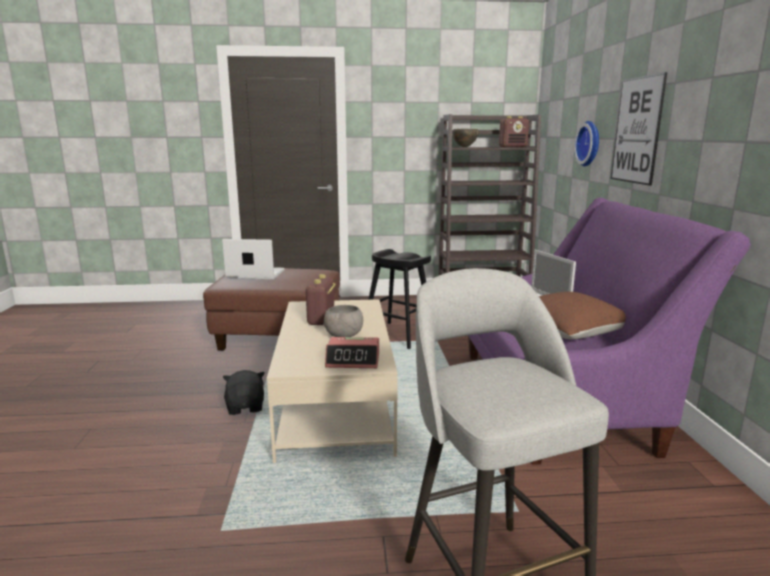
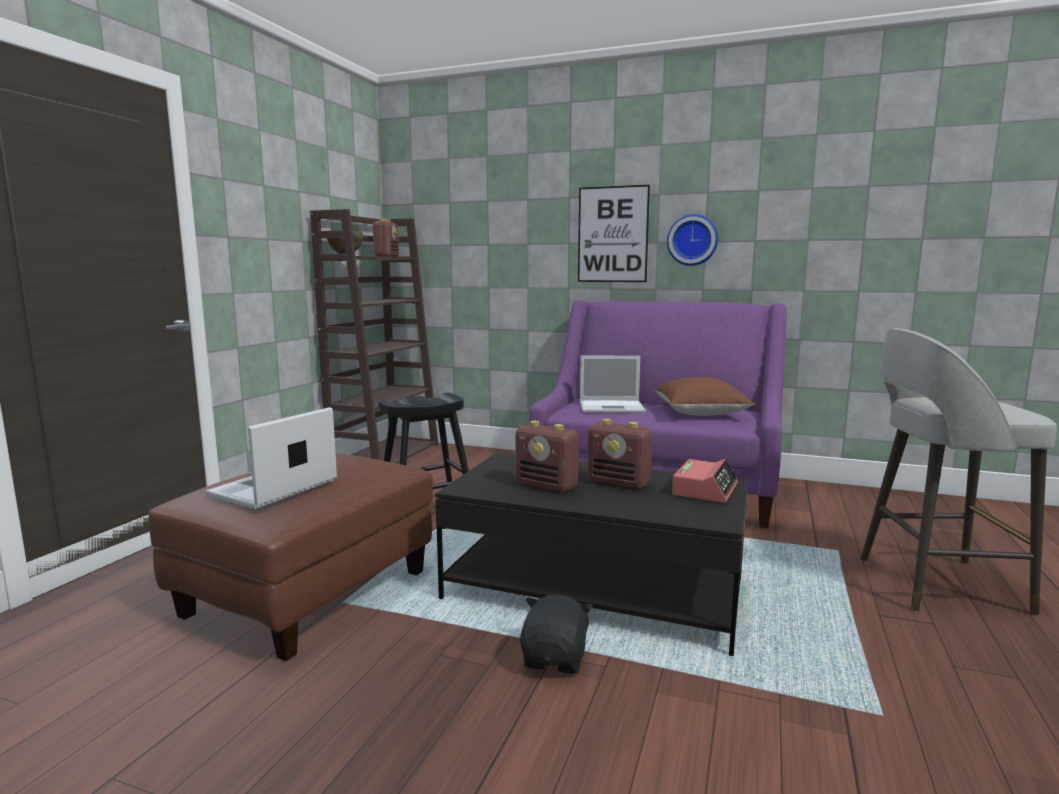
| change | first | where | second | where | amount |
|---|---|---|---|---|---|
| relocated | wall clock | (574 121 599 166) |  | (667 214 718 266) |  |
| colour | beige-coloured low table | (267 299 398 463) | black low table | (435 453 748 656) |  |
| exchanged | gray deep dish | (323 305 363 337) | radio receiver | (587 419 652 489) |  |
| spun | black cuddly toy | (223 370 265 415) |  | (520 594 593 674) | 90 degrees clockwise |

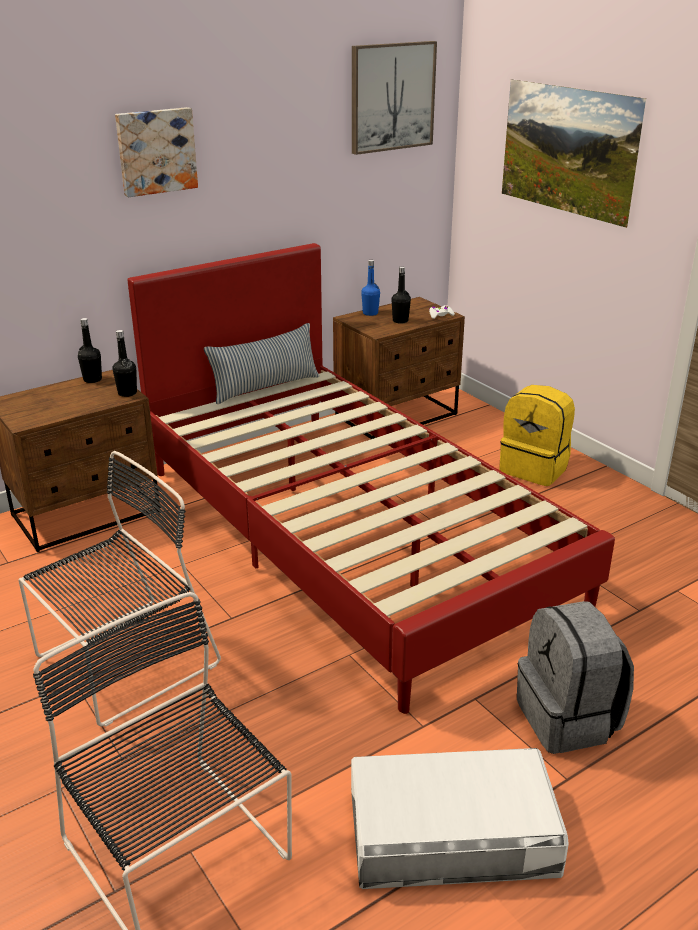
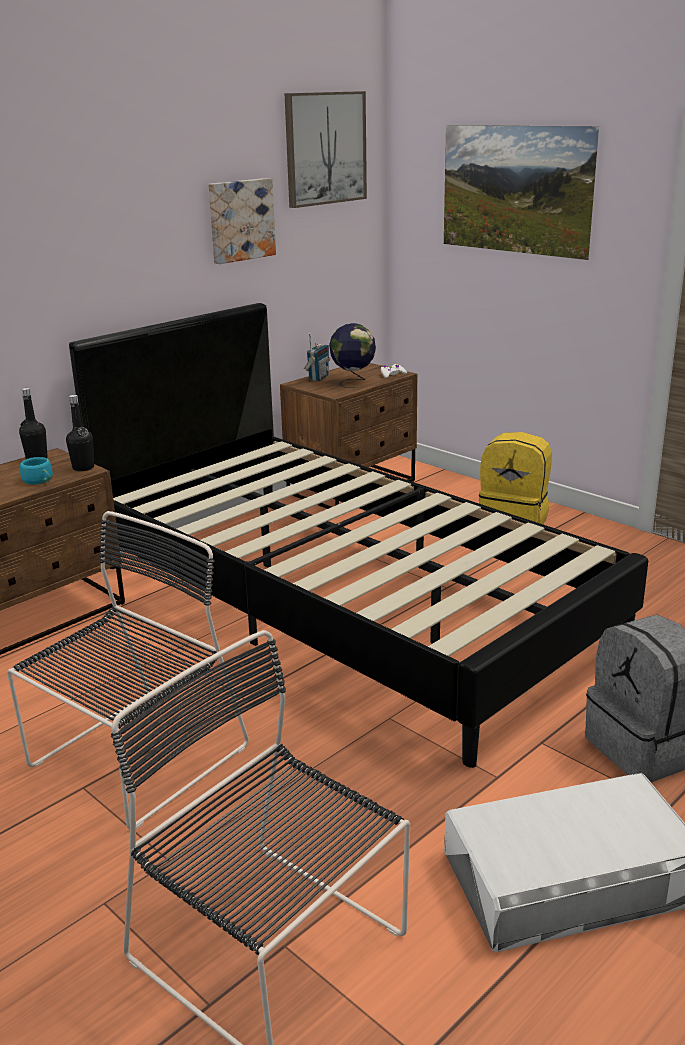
| change | first | where | second | where | amount |
|---|---|---|---|---|---|
| relocated | wall picture | (115 107 198 197) |  | (208 178 276 264) |  |
| colour | red bedroom bed | (128 243 615 714) | black bedroom bed | (69 303 648 768) |  |
| exchanged | blue-coloured beverage bottle | (361 260 380 316) | radio receiver | (304 333 330 381) |  |
| exchanged | black beverage bottle | (392 266 411 324) | world globe | (329 323 376 388) |  |
| missing | cushion | (204 323 319 404) |  |  |  |
| appeared |  |  | blue-green cup | (20 457 53 484) |  |

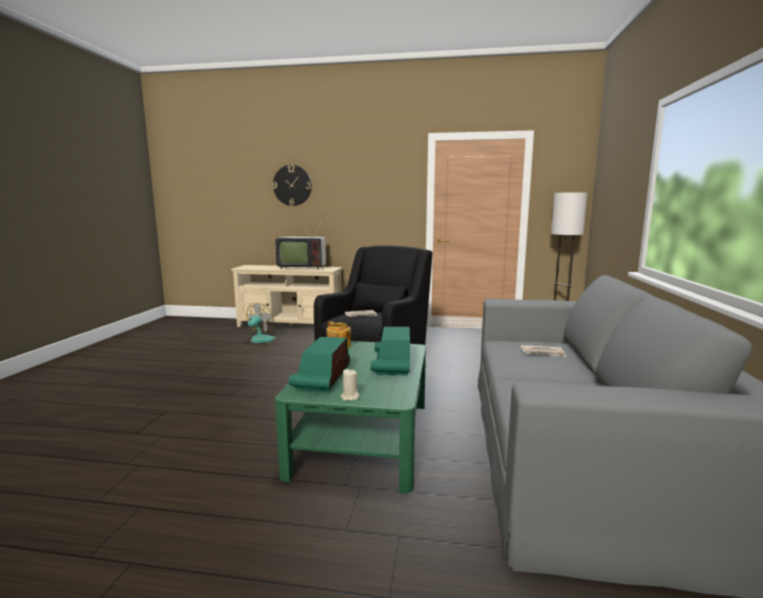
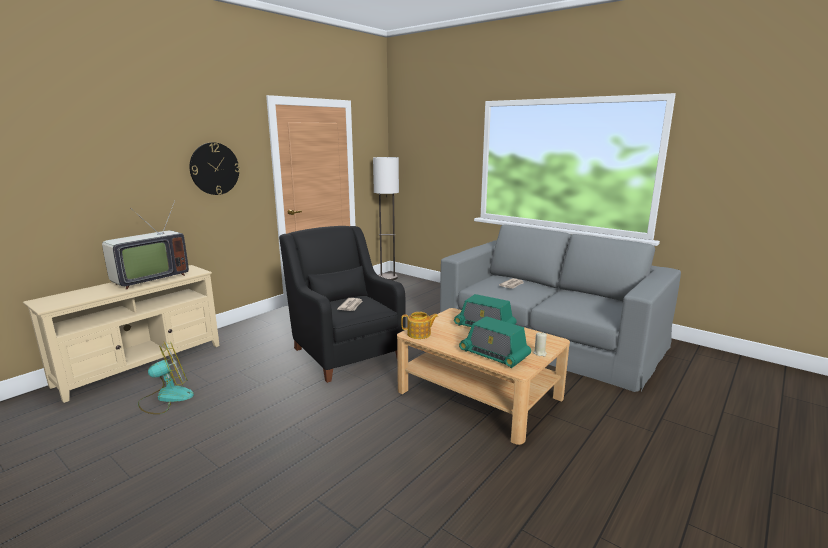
| change | first | where | second | where | amount |
|---|---|---|---|---|---|
| relocated | wall clock | (273 165 312 206) |  | (190 142 240 195) |  |
| spun | electric fan | (243 303 275 347) |  | (138 341 194 414) | 90 degrees clockwise |
| colour | greenish low table | (275 341 426 494) | beige-coloured low table | (397 308 570 445) |  |

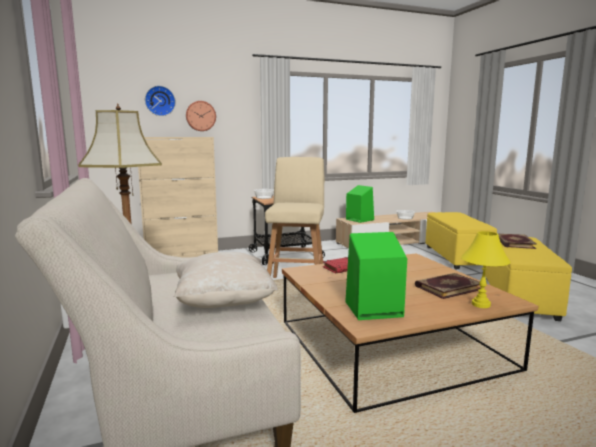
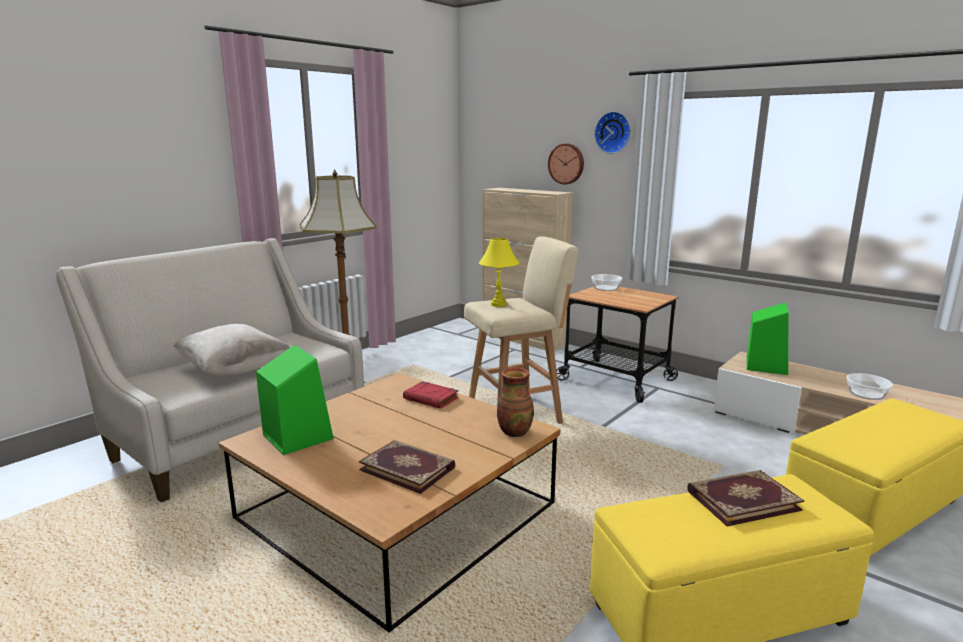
| change | first | where | second | where | amount |
|---|---|---|---|---|---|
| relocated | wall clock | (145 86 176 116) |  | (594 111 631 154) |  |
| relocated | yellow-coloured lamp for a table | (461 231 510 308) |  | (479 238 519 307) |  |
| appeared |  |  | decorative vase | (497 368 534 437) |  |

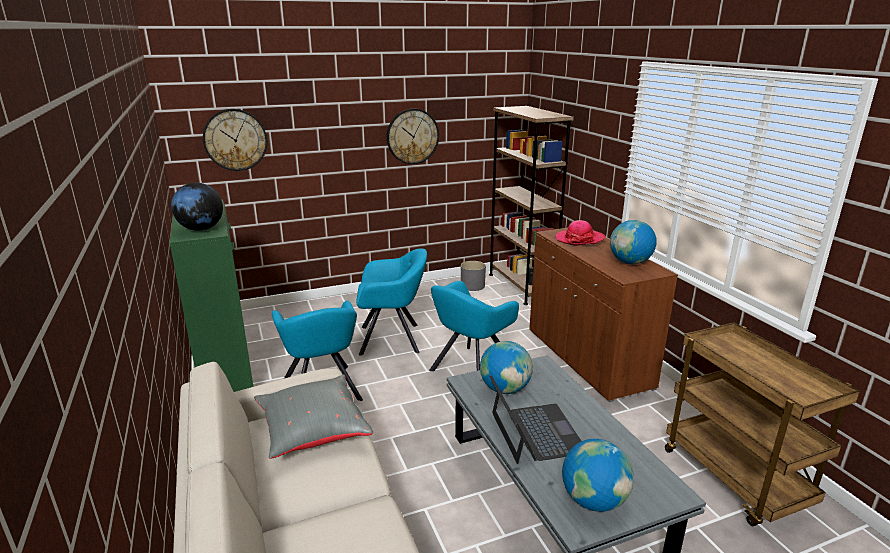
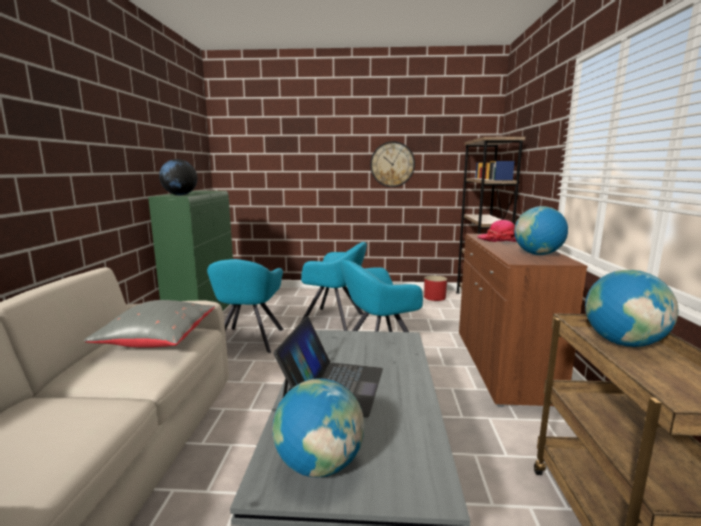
| change | first | where | second | where | amount |
|---|---|---|---|---|---|
| missing | wall clock | (203 109 267 171) |  |  |  |
| colour | gray plant pot | (461 261 486 291) | red plant pot | (424 276 447 301) |  |
| relocated | world globe | (480 341 533 394) |  | (585 270 678 347) |  |

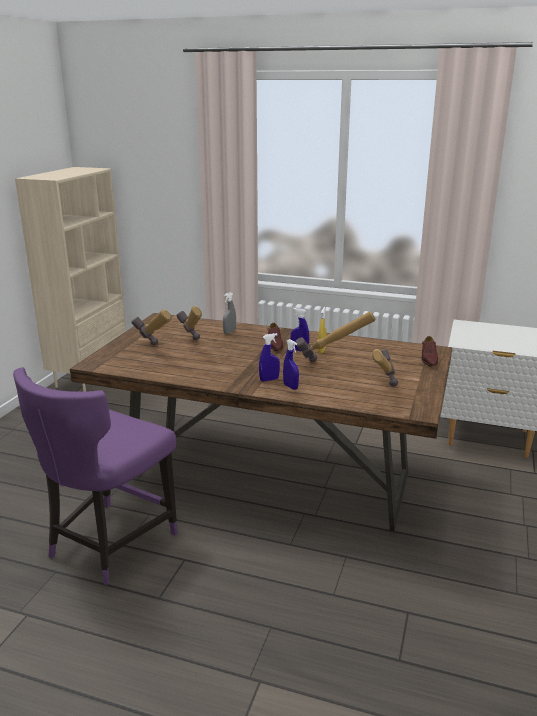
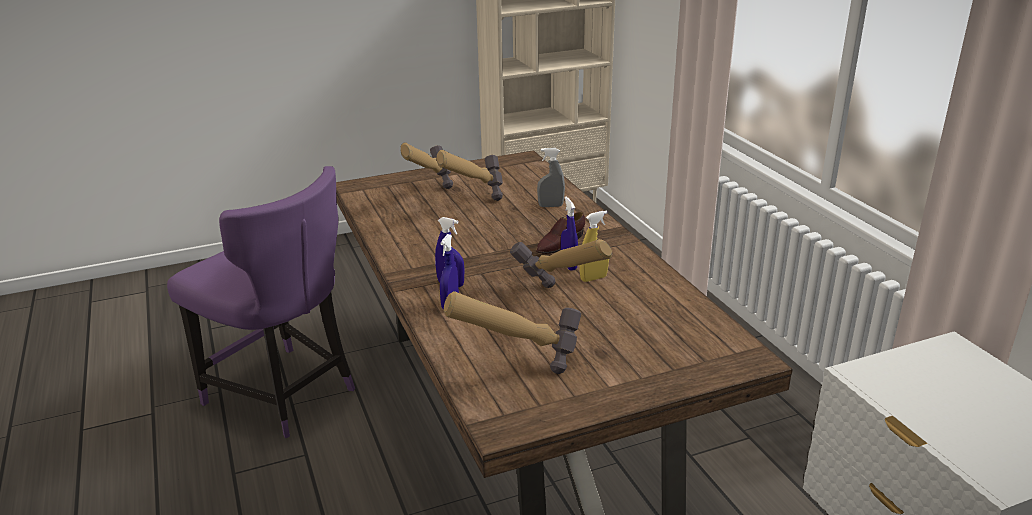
| change | first | where | second | where | amount |
|---|---|---|---|---|---|
| missing | brown-coloured shoe | (422 336 438 366) |  |  |  |
| spun | purplish upright chair | (13 367 178 585) |  | (167 166 355 438) | 135 degrees counterclockwise |

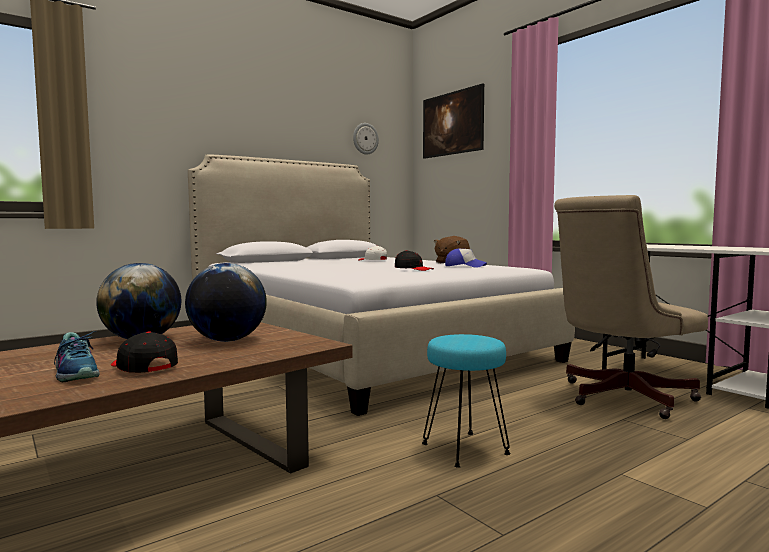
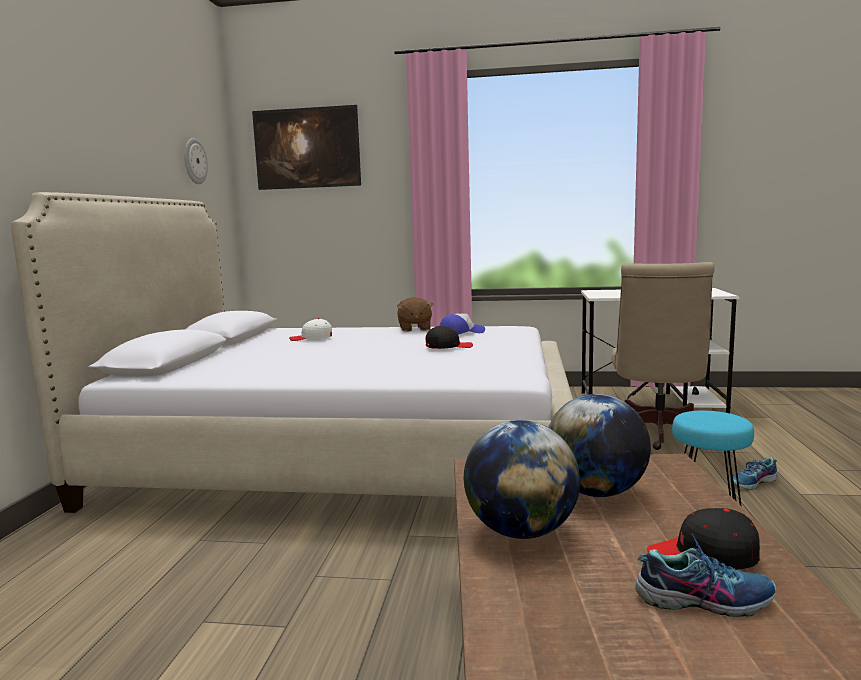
| change | first | where | second | where | amount |
|---|---|---|---|---|---|
| appeared |  |  | shoe | (730 457 778 490) |  |

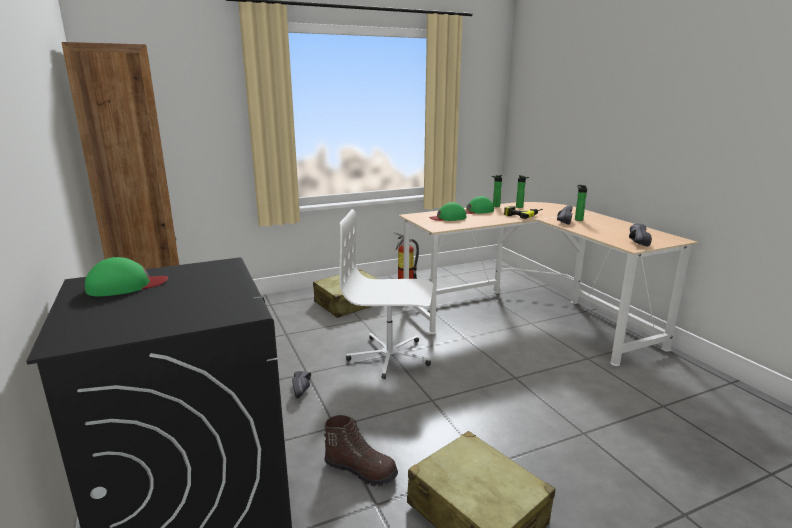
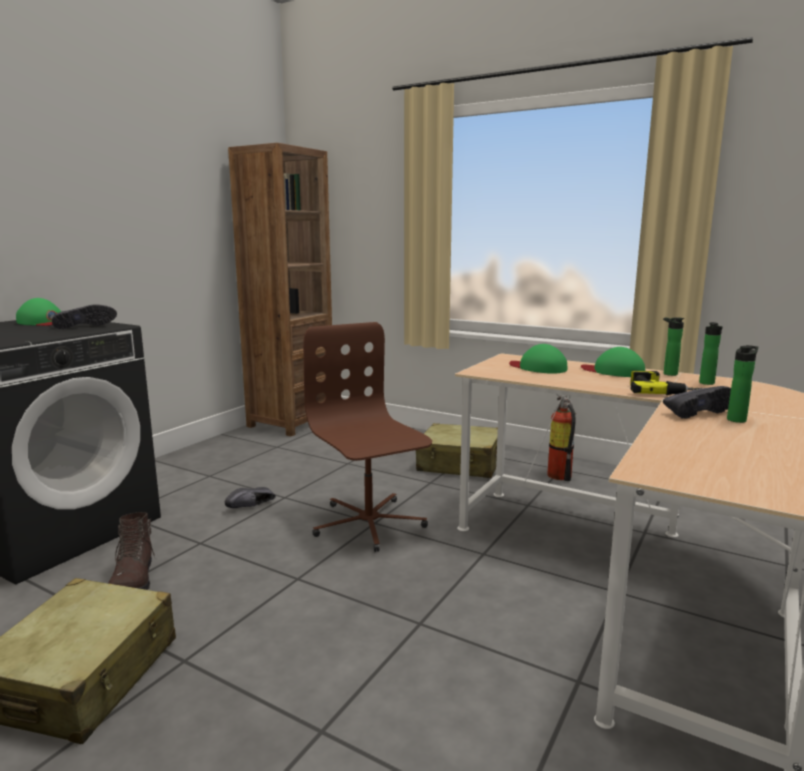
| change | first | where | second | where | amount |
|---|---|---|---|---|---|
| colour | whitish desk chair | (340 209 433 379) | brown-coloured desk chair | (303 322 432 552) |  |
| relocated | black shoe | (629 224 652 247) |  | (52 305 117 329) |  |

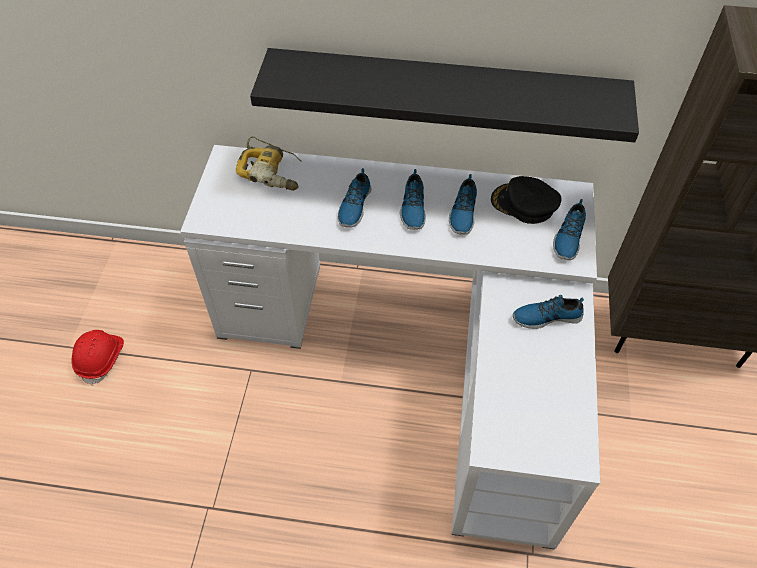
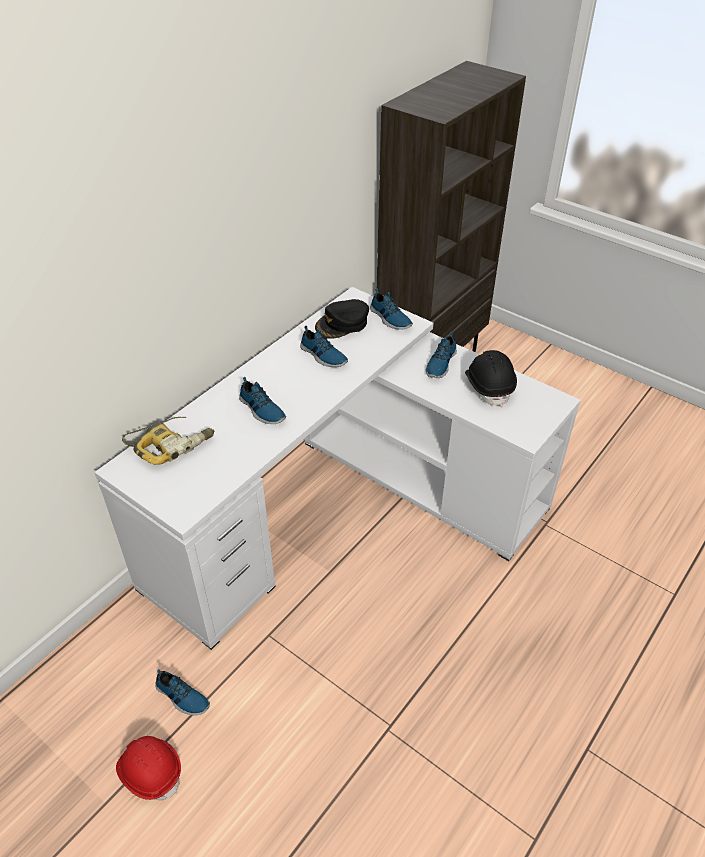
| change | first | where | second | where | amount |
|---|---|---|---|---|---|
| missing | black bracket shelf | (250 48 639 142) |  |  |  |
| relocated | shoe | (400 169 426 230) |  | (155 669 210 715) |  |
| appeared |  |  | black safety helmet | (465 350 517 407) |  |

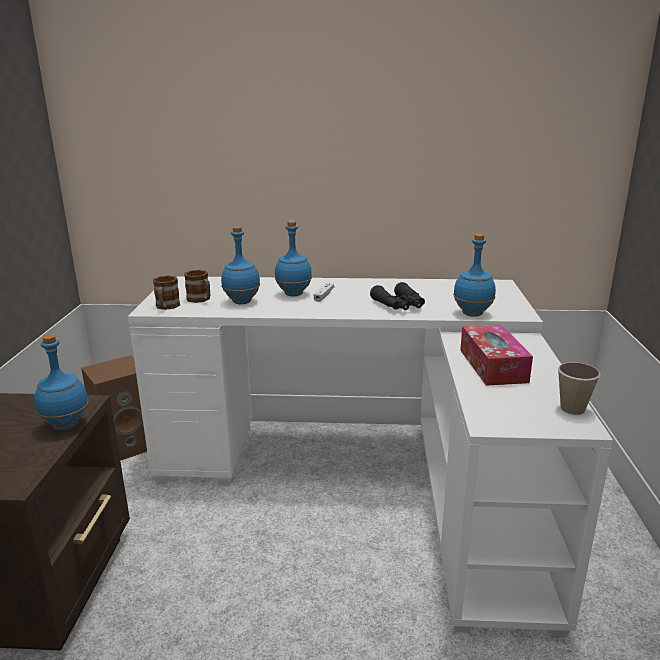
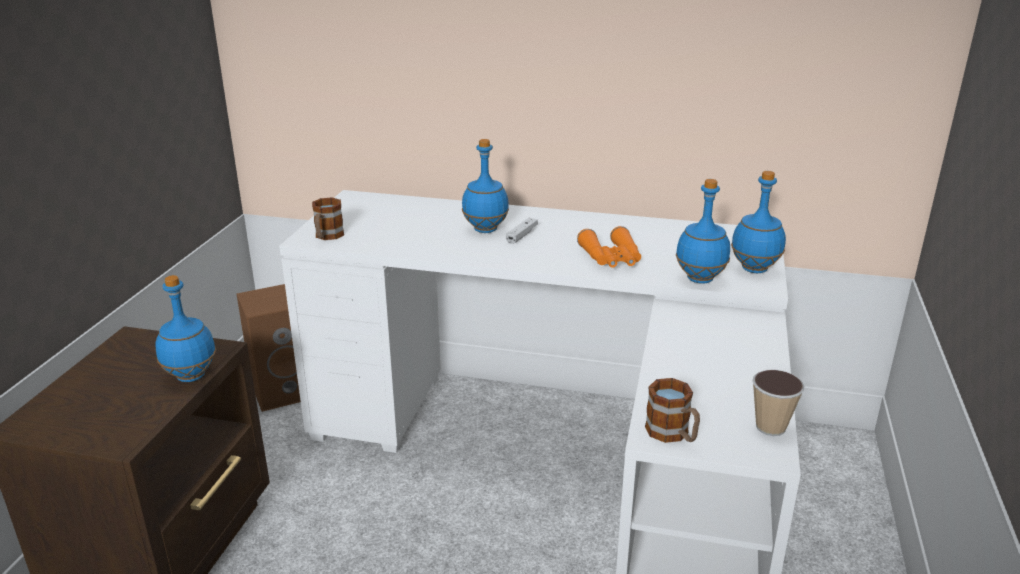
| change | first | where | second | where | amount |
|---|---|---|---|---|---|
| relocated | blue-coloured beverage bottle | (221 226 260 304) |  | (731 171 786 273) |  |
| relocated | mug | (184 270 210 303) |  | (645 378 700 443) |  |
| colour | black field glasses | (370 282 425 310) | orange-coloured field glasses | (577 226 641 268) |  |
| missing | box of tissues | (460 324 533 386) |  |  |  |

